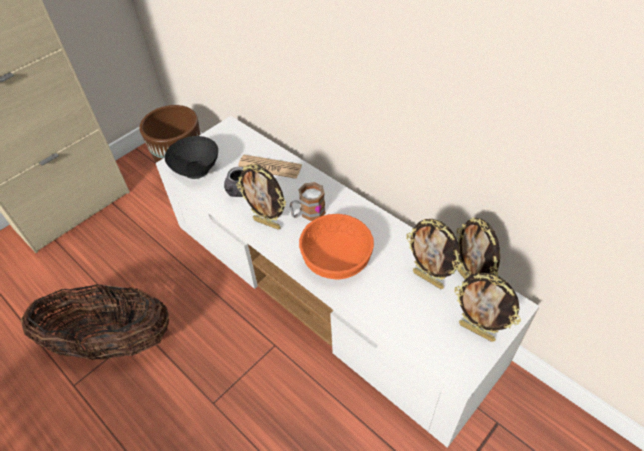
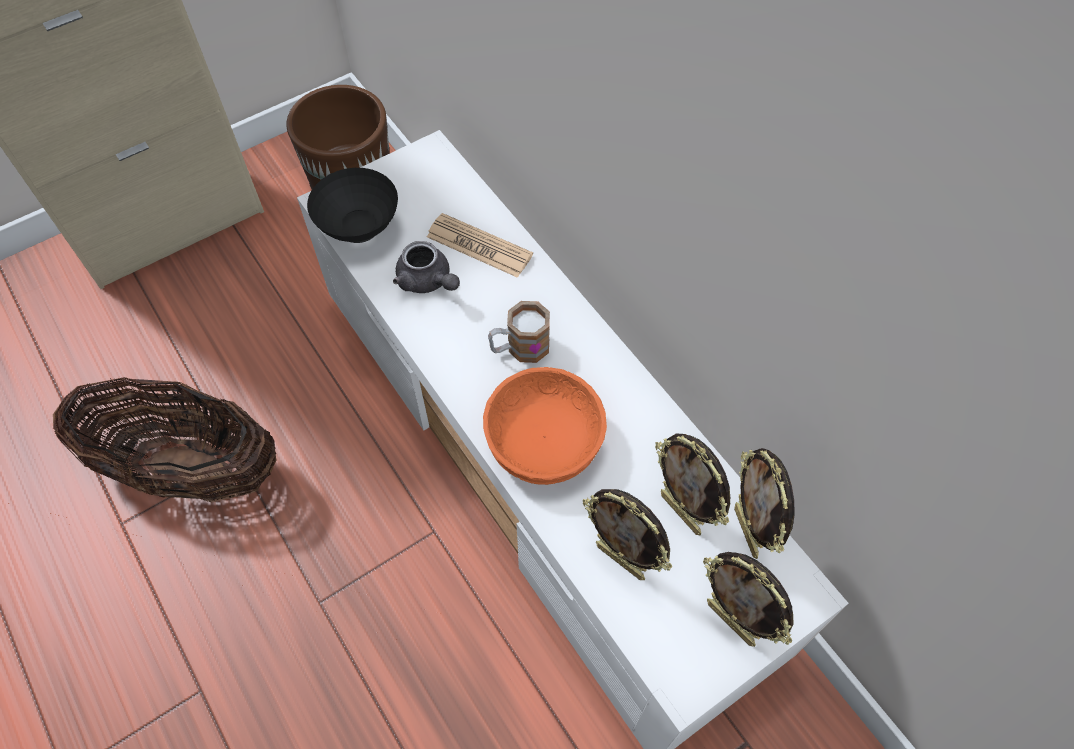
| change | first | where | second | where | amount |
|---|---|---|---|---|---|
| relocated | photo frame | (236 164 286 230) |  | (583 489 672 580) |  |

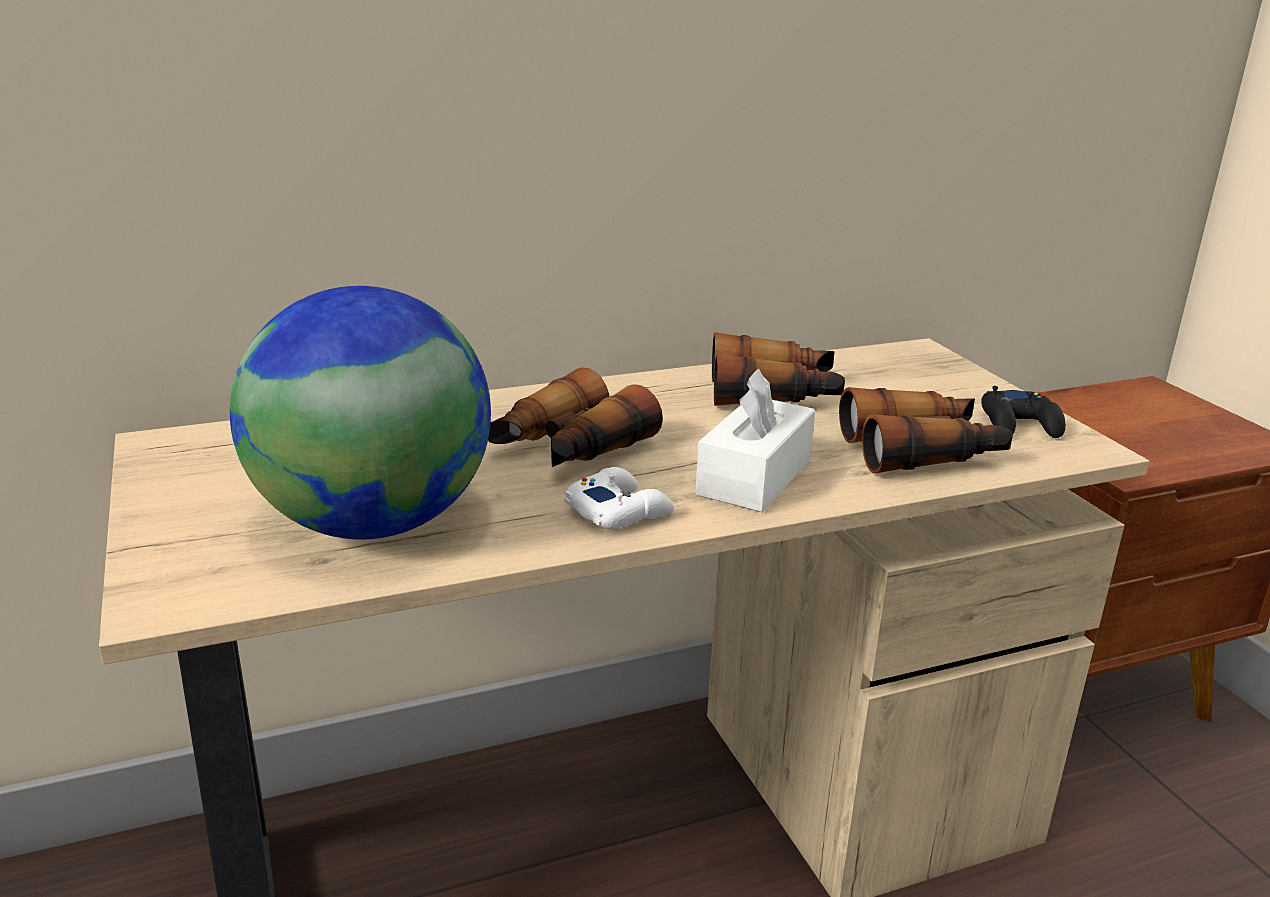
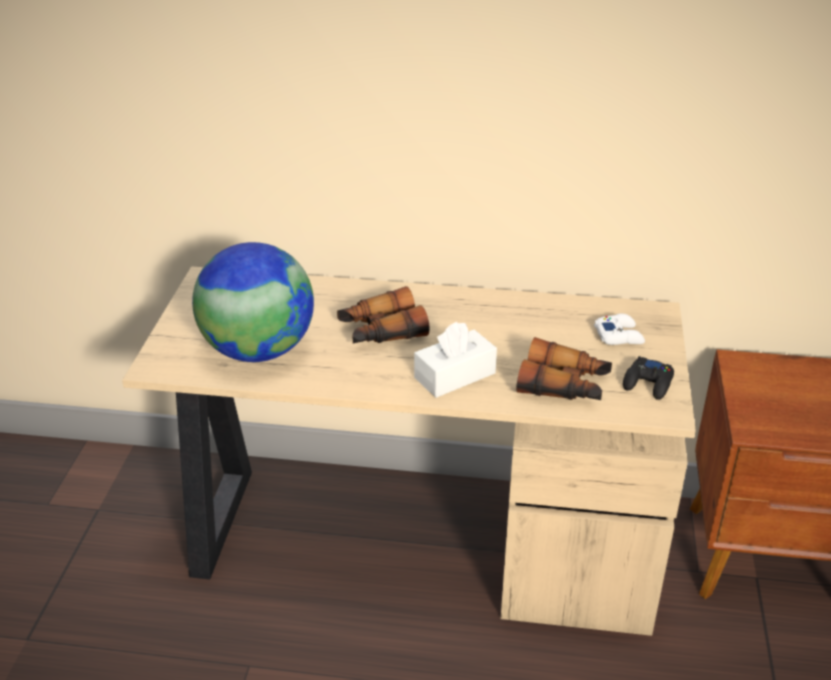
| change | first | where | second | where | amount |
|---|---|---|---|---|---|
| missing | field glasses | (712 332 845 406) |  |  |  |
| relocated | whitish gamepad | (564 467 674 529) |  | (594 314 645 345) |  |

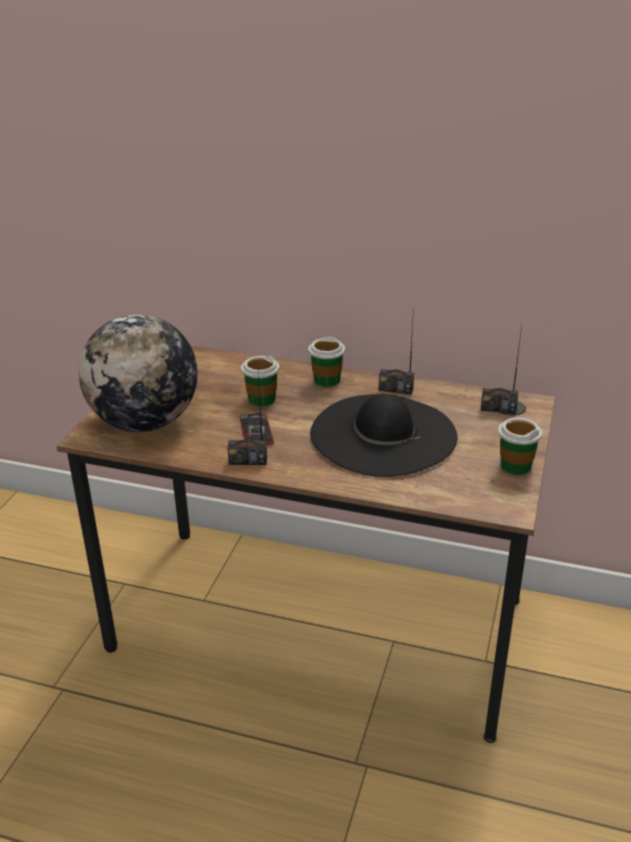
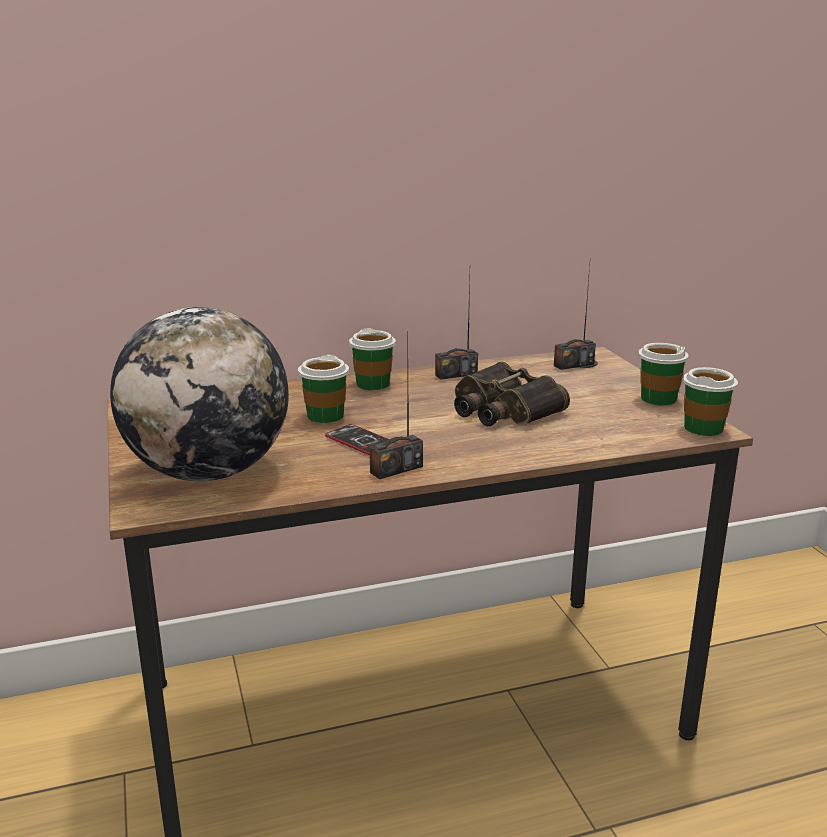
| change | first | where | second | where | amount |
|---|---|---|---|---|---|
| exchanged | black clothing hat | (310 394 457 477) | field glasses | (454 362 570 426) |  |
| appeared |  |  | cup | (683 367 738 436) |  |

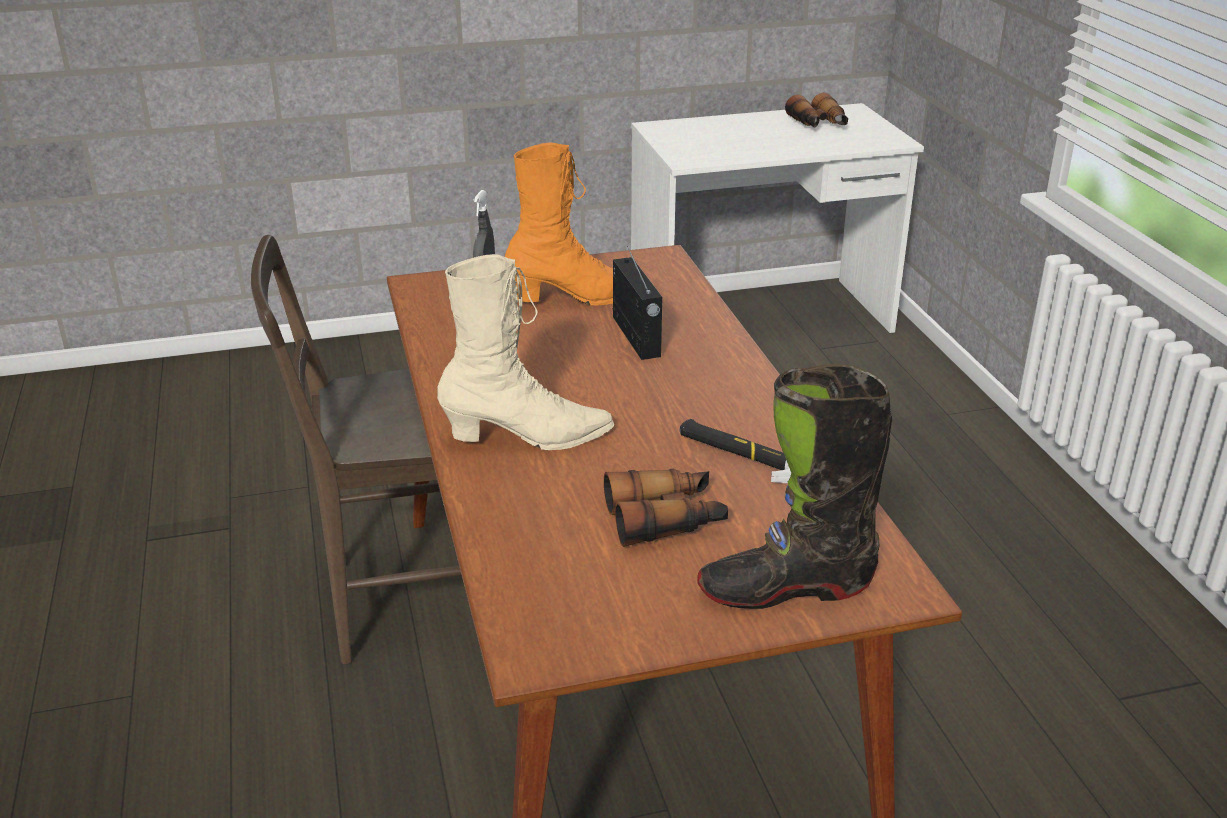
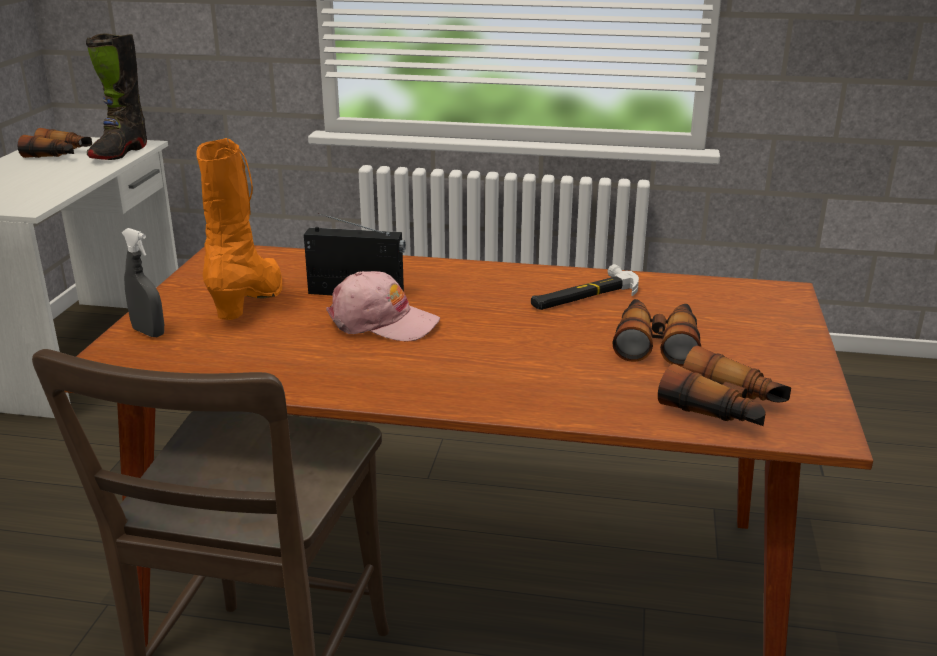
| change | first | where | second | where | amount |
|---|---|---|---|---|---|
| missing | beige-coloured high-top boot | (437 254 614 450) |  |  |  |
| relocated | black high-top boot | (697 364 892 609) |  | (86 34 147 160) |  |
| appeared |  |  | pink-coloured peaked cap | (326 271 440 342) |  |
| appeared |  |  | field glasses | (658 345 791 426) |  |

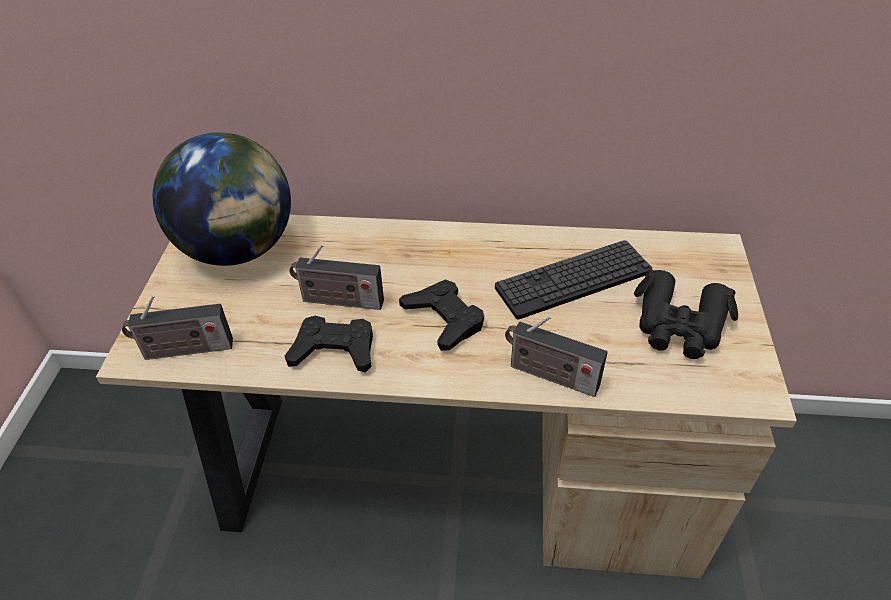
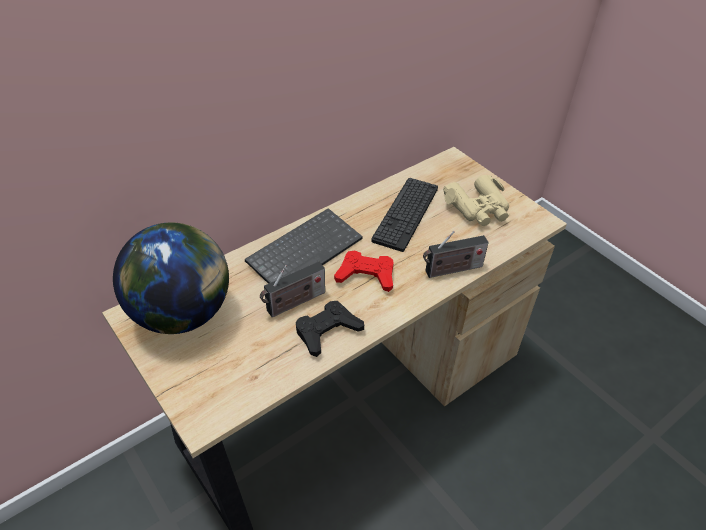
| change | first | where | second | where | amount |
|---|---|---|---|---|---|
| colour | black field glasses | (634 270 738 359) | beige-coloured field glasses | (443 175 509 226) |  |
| colour | black gamepad | (399 279 484 351) | red gamepad | (334 250 394 292) |  |
| missing | radio receiver | (122 295 233 360) |  |  |  |
| appeared |  |  | computer keyboard | (245 208 363 284) |  |

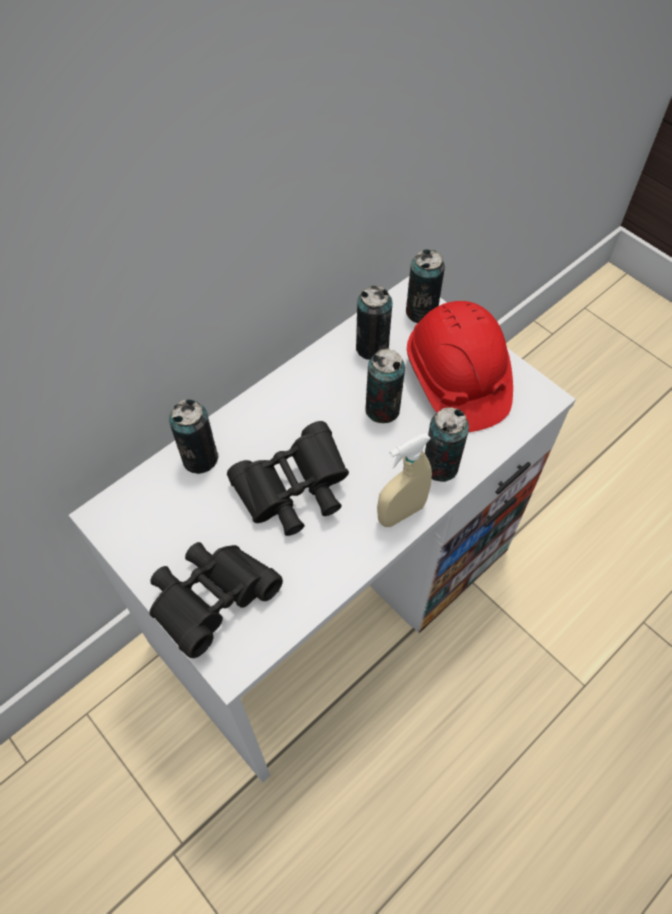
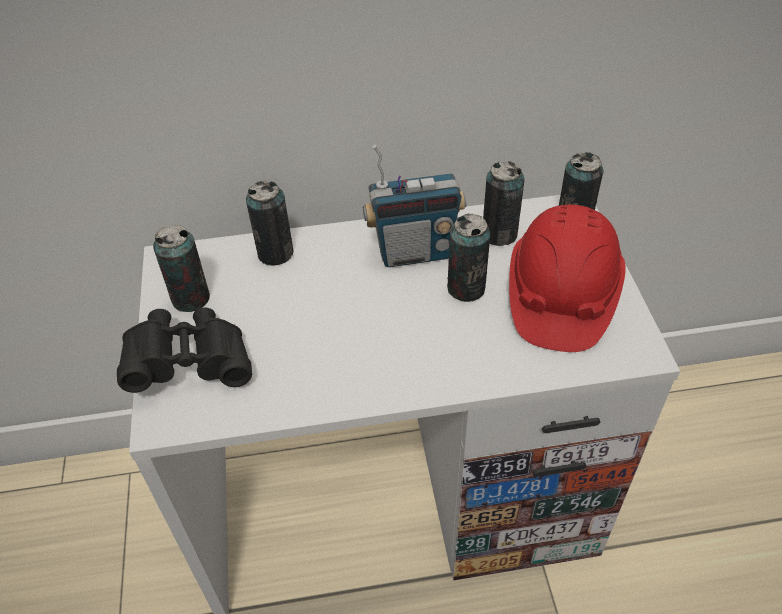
| change | first | where | second | where | amount |
|---|---|---|---|---|---|
| relocated | sealed can | (425 407 469 482) |  | (153 225 210 312) |  |
| missing | black field glasses | (227 421 349 536) |  |  |  |
| missing | beige-coloured hand sprayer | (377 433 432 527) |  |  |  |
| appeared |  |  | radio receiver | (363 145 467 267) |  |

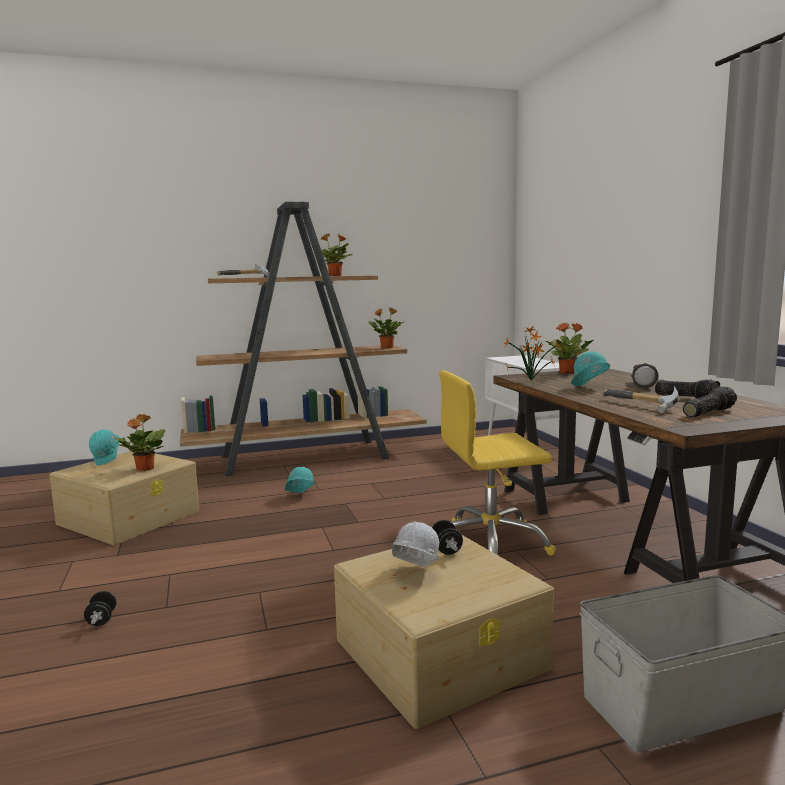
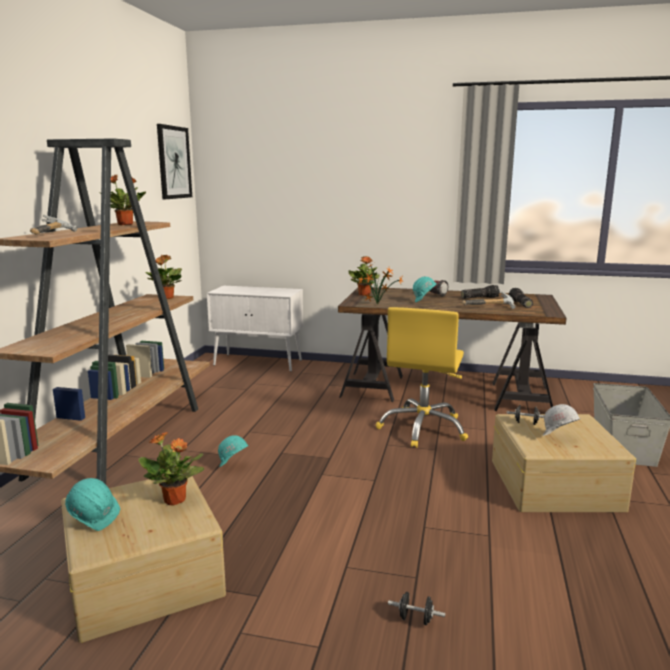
| change | first | where | second | where | amount |
|---|---|---|---|---|---|
| appeared |  |  | wall picture | (157 124 192 199) |  |

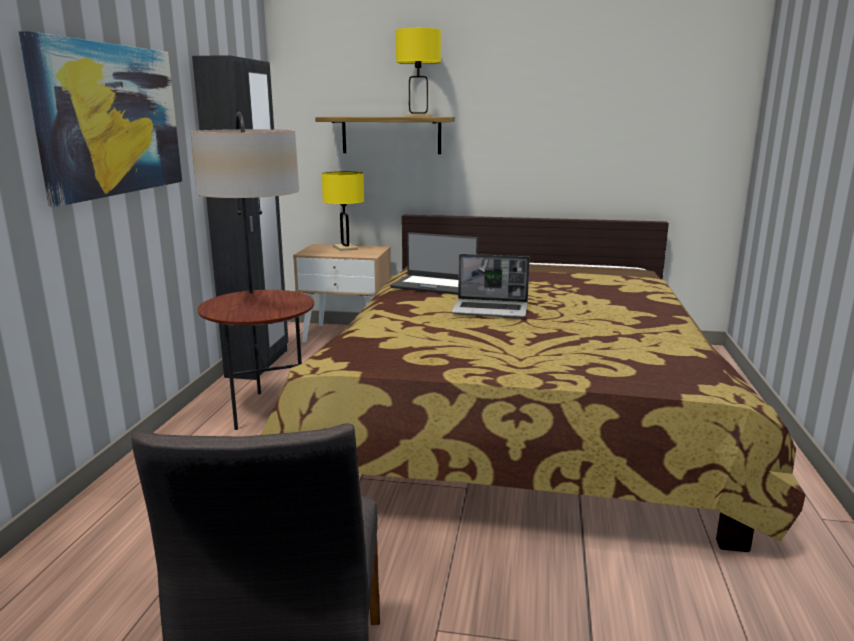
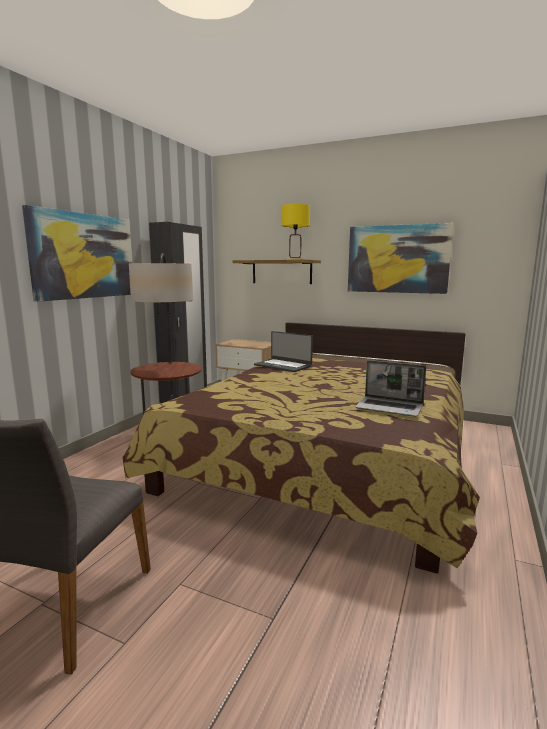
| change | first | where | second | where | amount |
|---|---|---|---|---|---|
| missing | yellow-coloured lamp for a table | (322 171 364 251) |  |  |  |
| relocated | portable computer | (451 254 530 318) |  | (355 360 426 417) |  |
| appeared |  |  | wall picture | (348 223 453 294) |  |

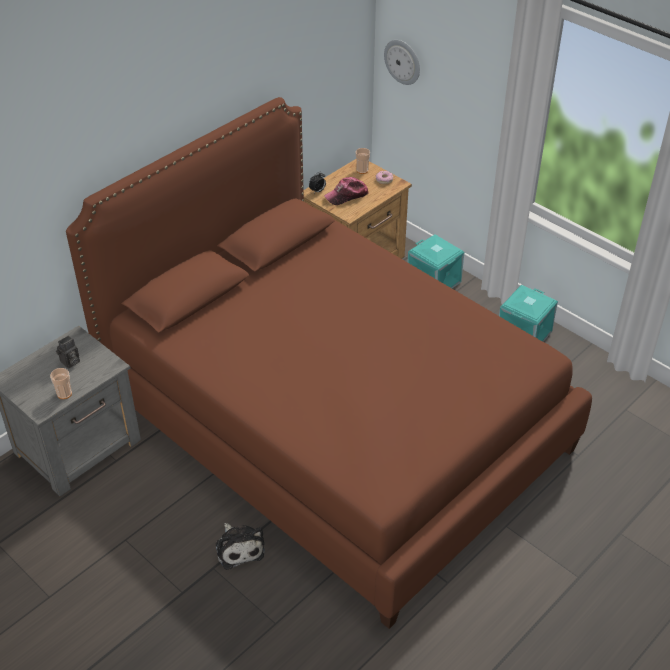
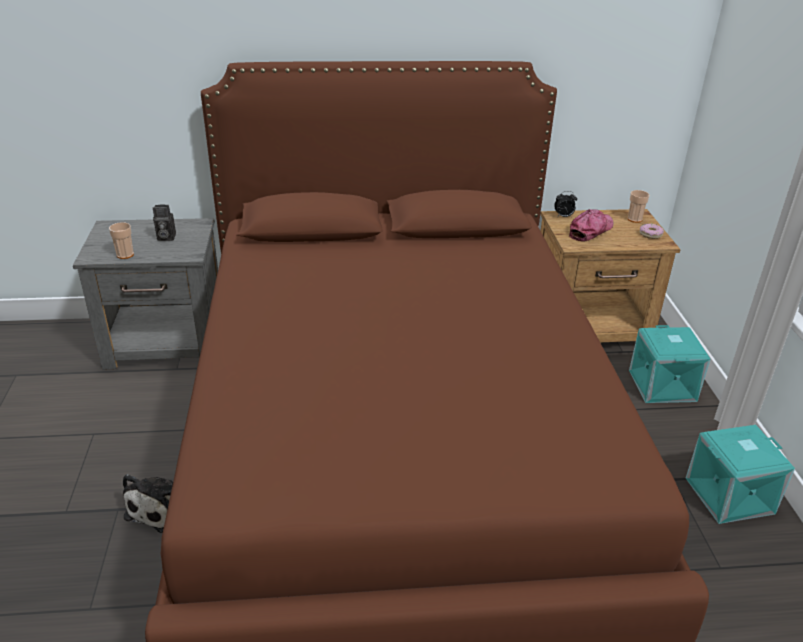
| change | first | where | second | where | amount |
|---|---|---|---|---|---|
| missing | wall clock | (384 40 420 85) |  |  |  |
| spun | peaked cap | (324 177 369 205) |  | (569 209 614 242) | 120 degrees clockwise |

